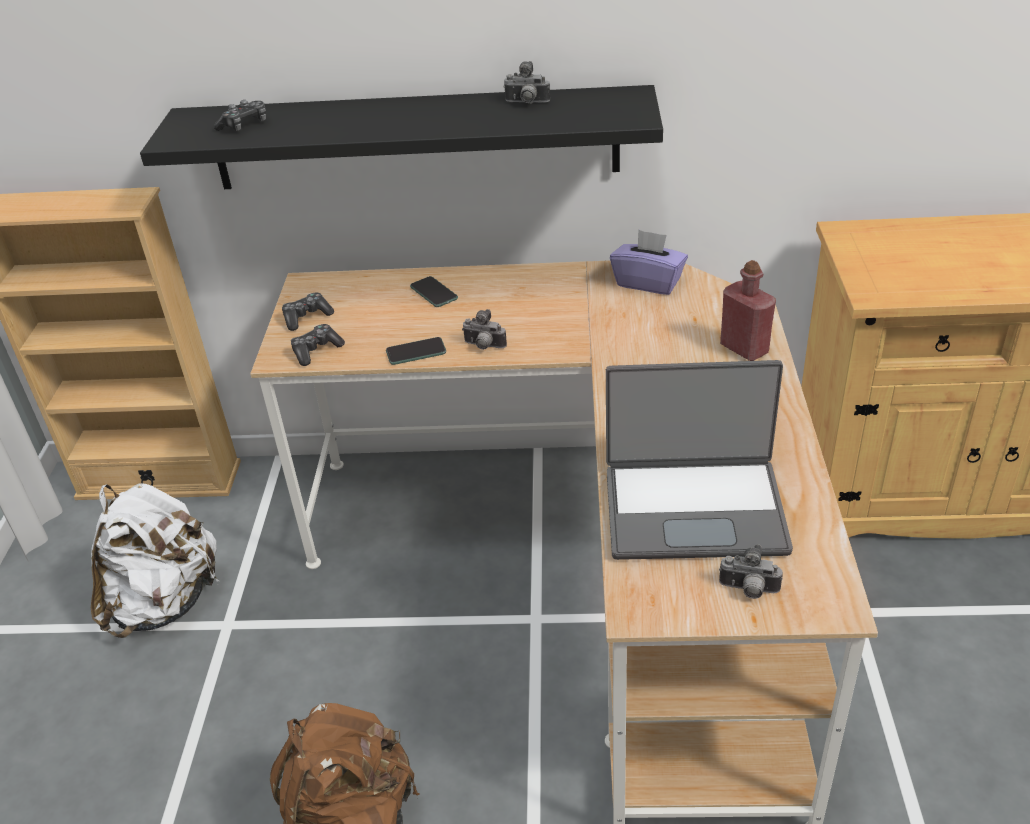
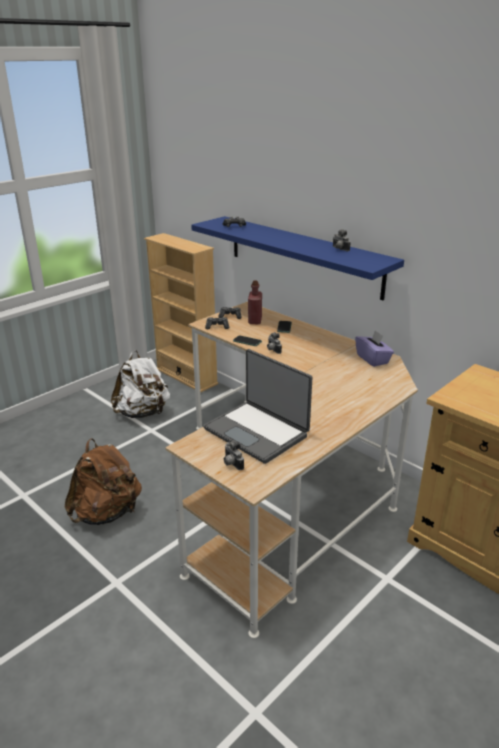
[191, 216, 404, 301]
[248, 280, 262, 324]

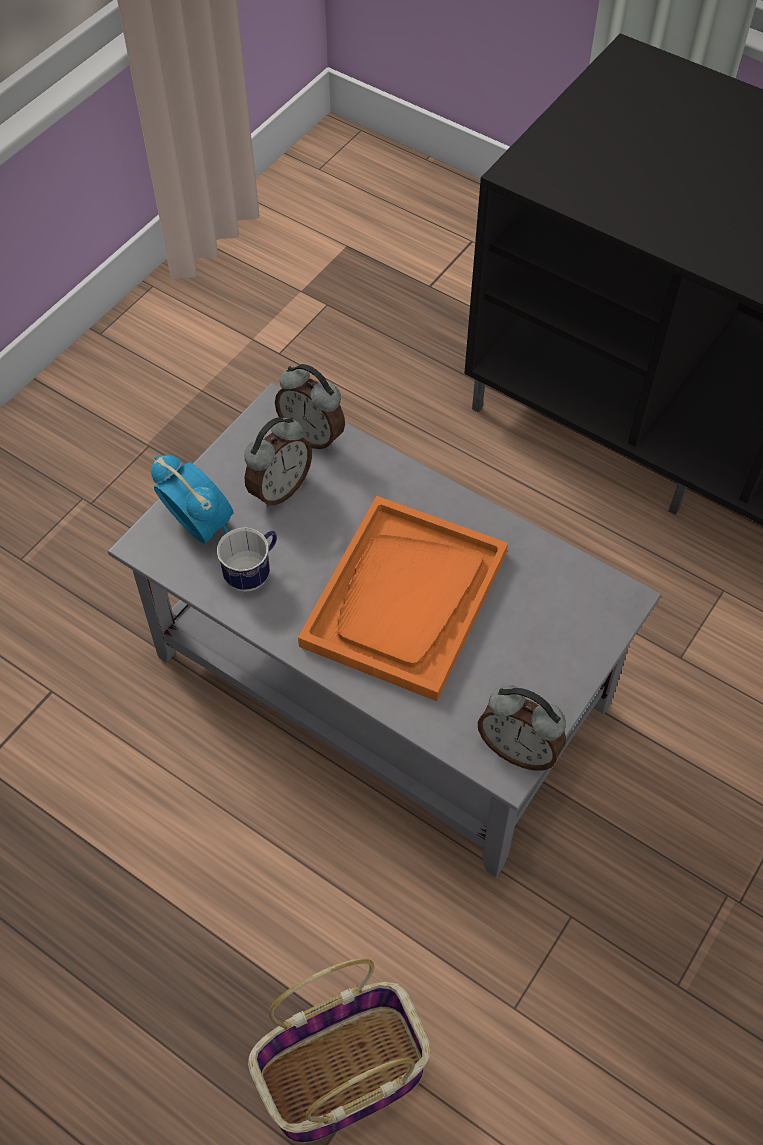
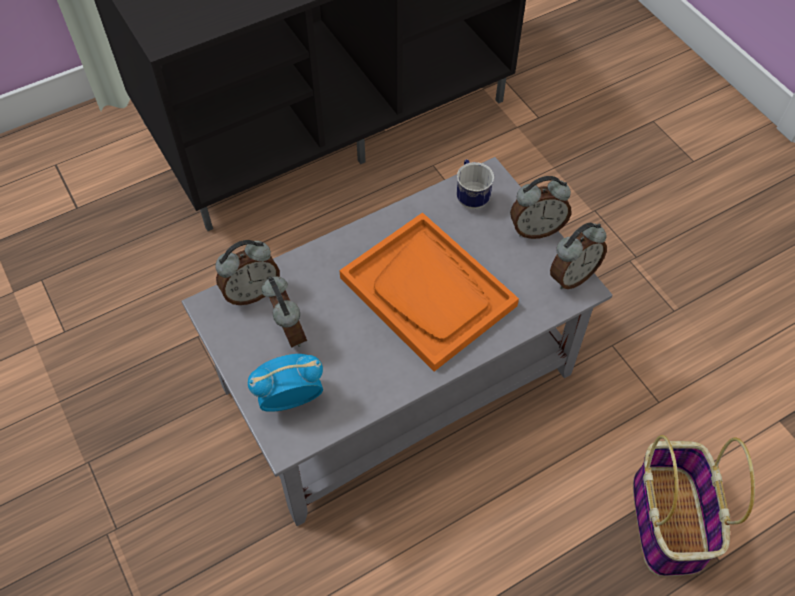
[457, 159, 494, 209]
[510, 176, 571, 239]

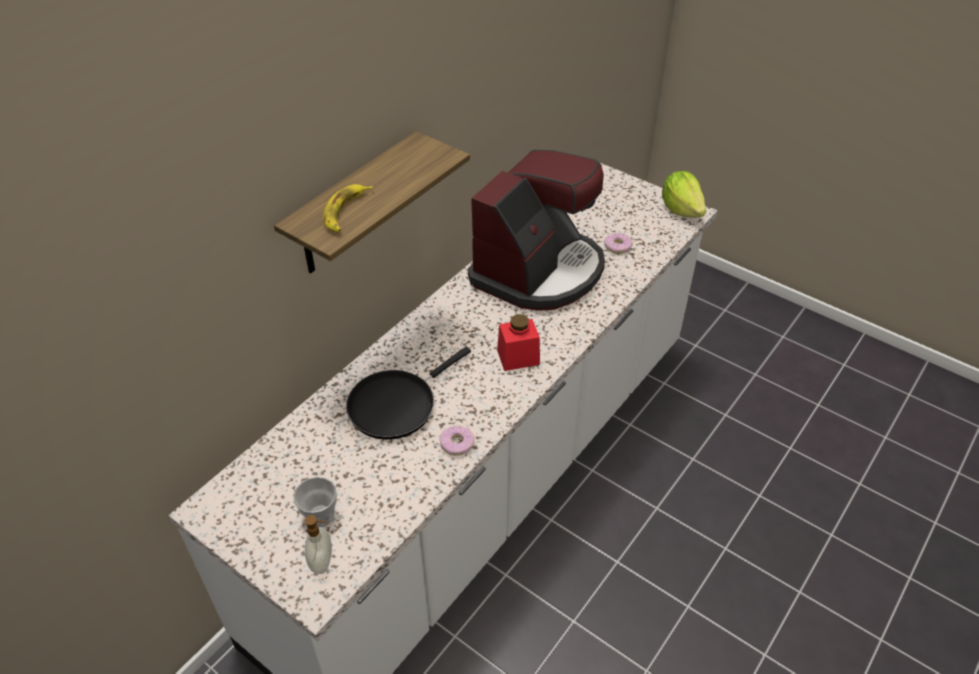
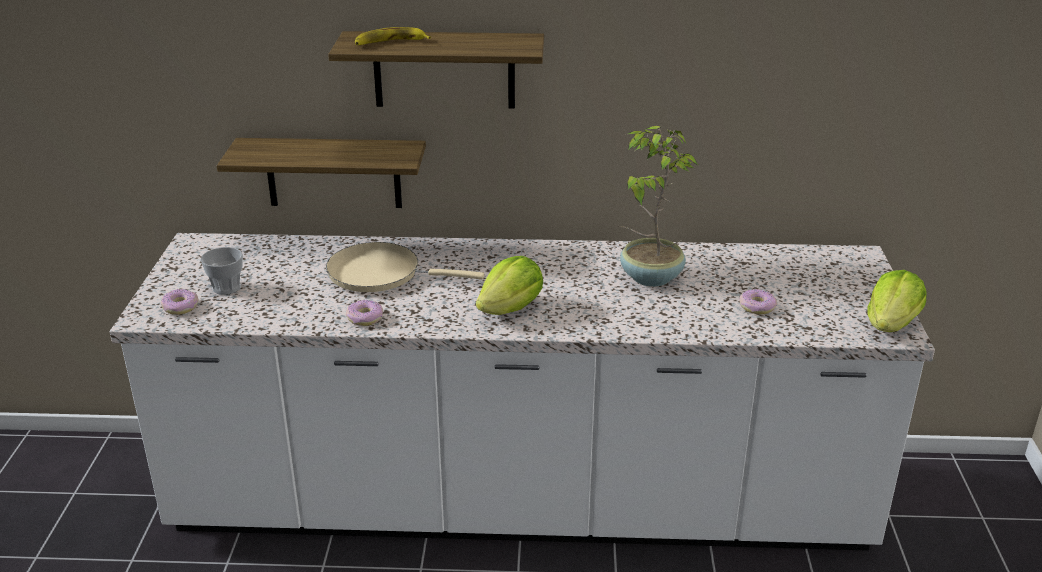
[161, 289, 198, 315]
[217, 138, 426, 208]
[326, 242, 484, 292]
[476, 256, 543, 315]
[619, 126, 698, 287]

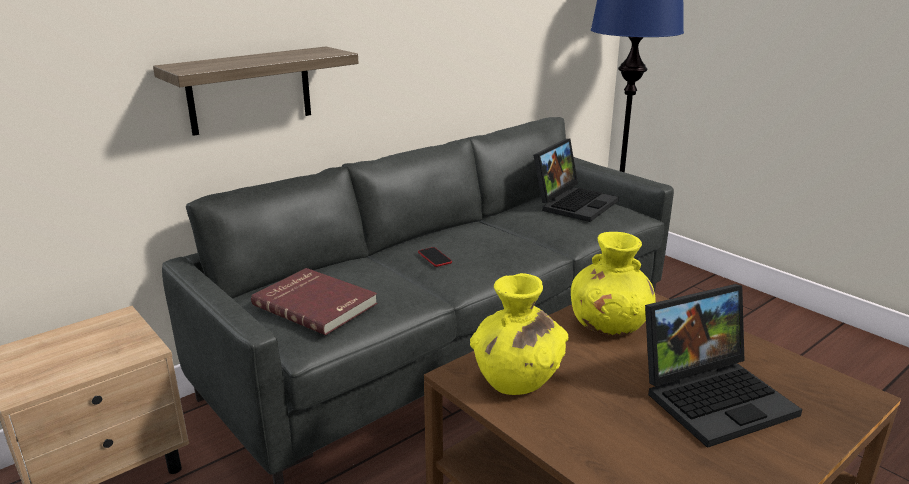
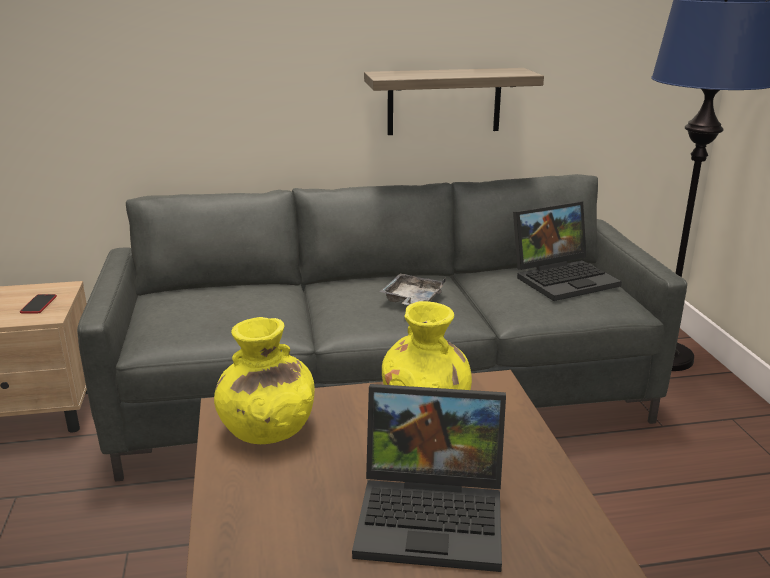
[20, 294, 57, 314]
[364, 68, 544, 135]
[379, 273, 446, 305]
[251, 268, 377, 335] (first image)

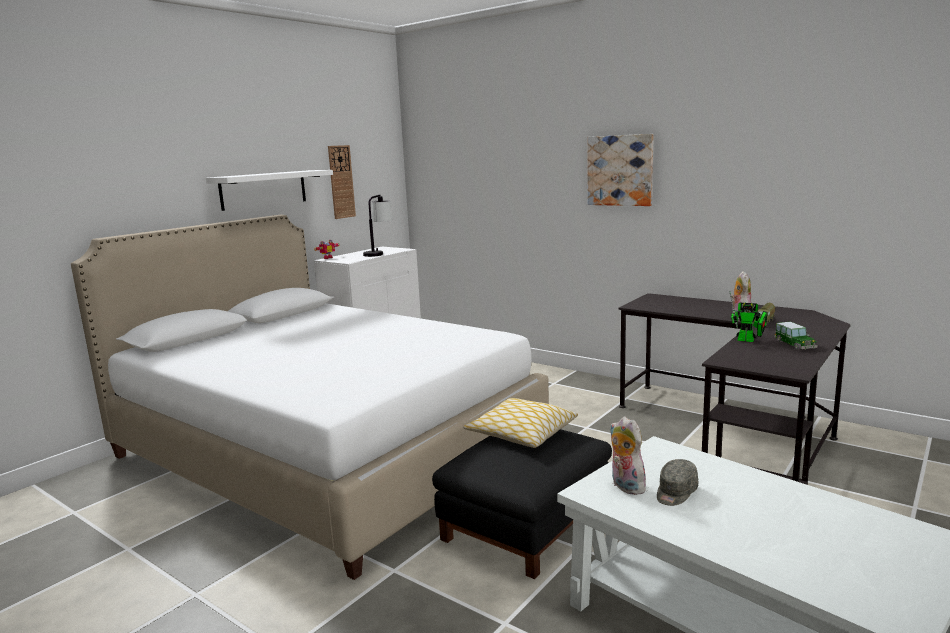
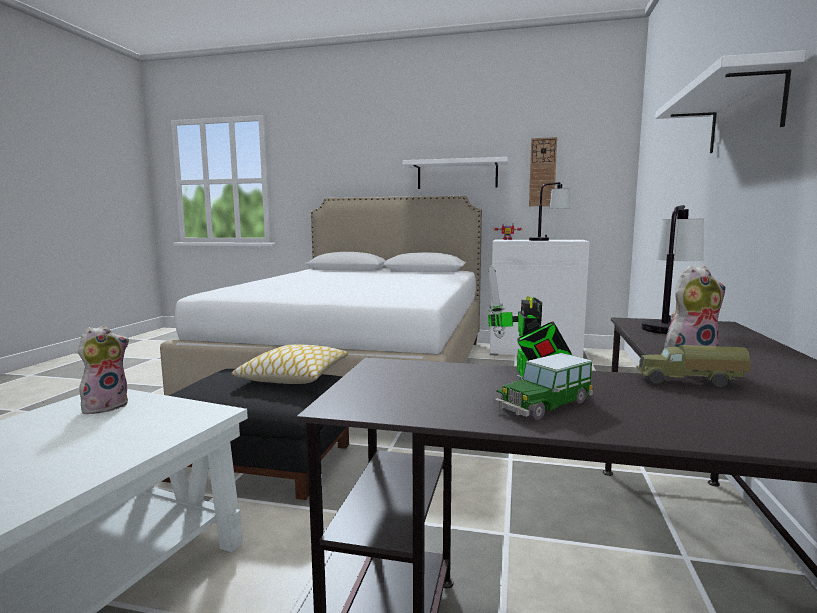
[641, 205, 704, 334]
[655, 50, 806, 153]
[657, 459, 698, 506] (first image)

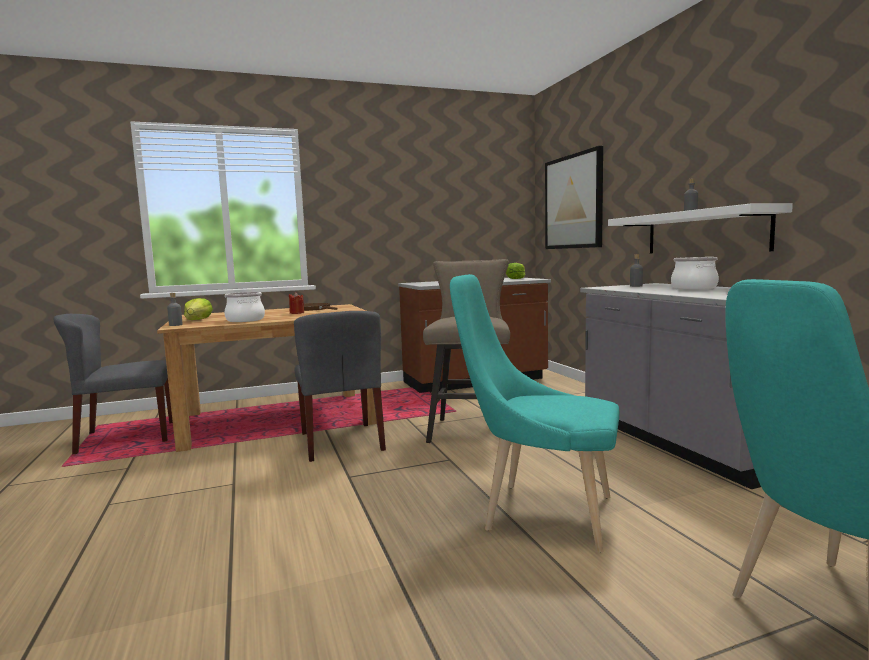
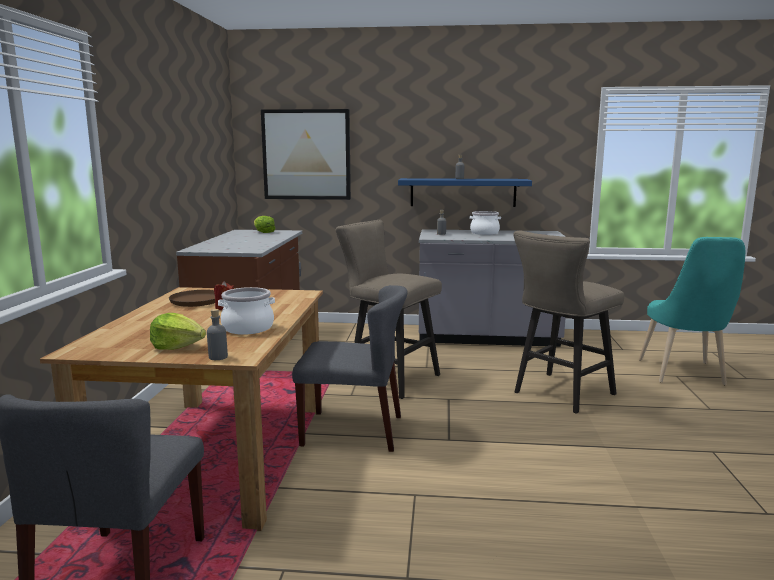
[398, 178, 532, 207]
[514, 230, 624, 414]

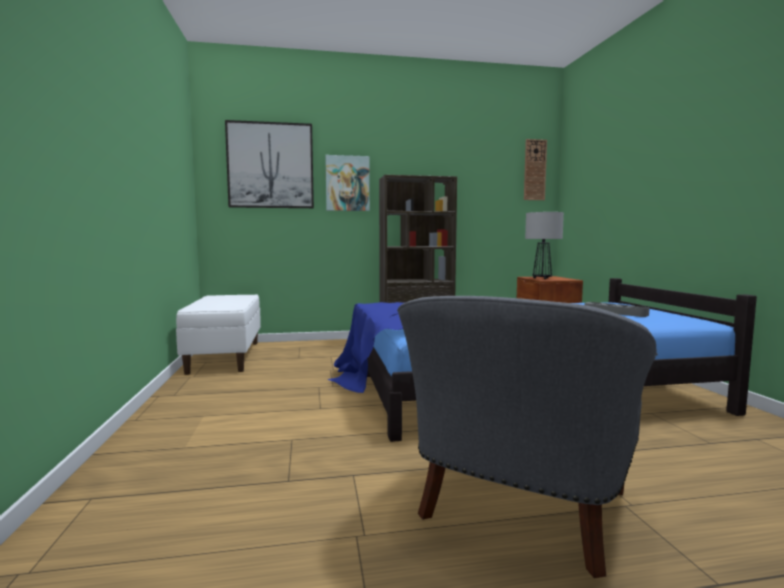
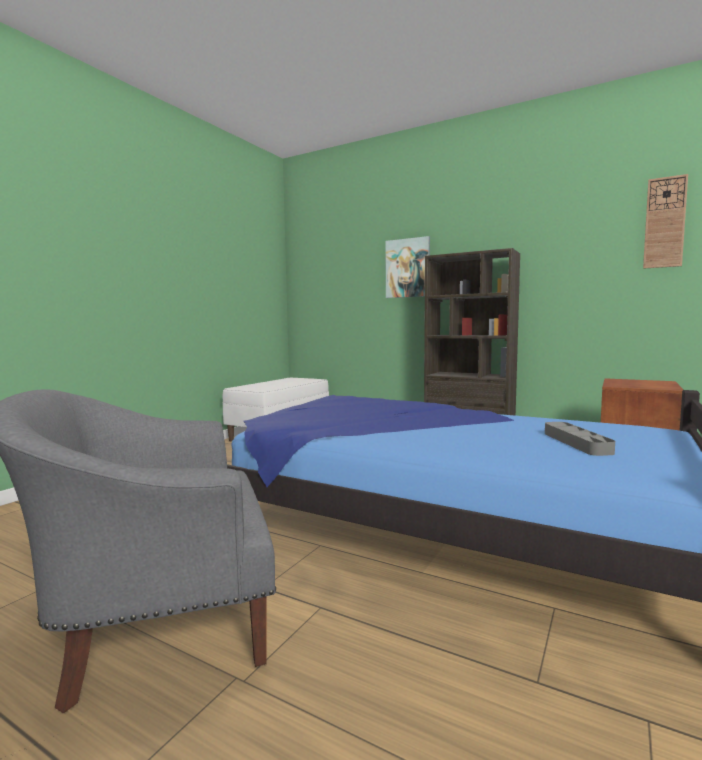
[225, 120, 314, 208] (first image)
[525, 212, 564, 279] (first image)

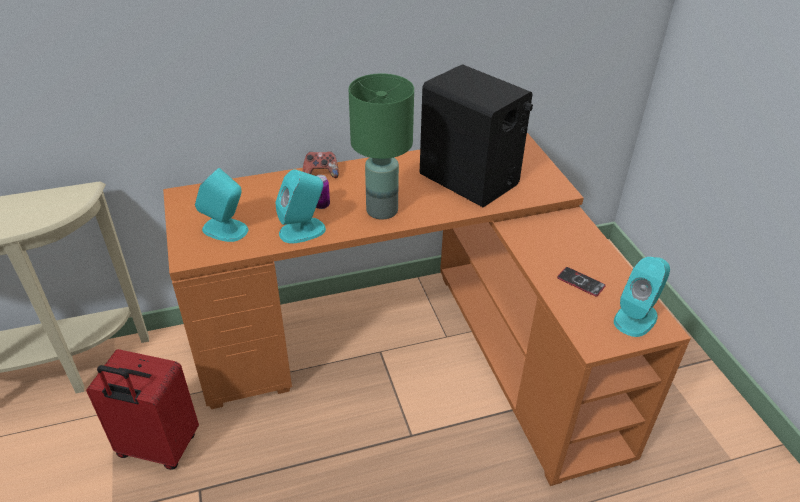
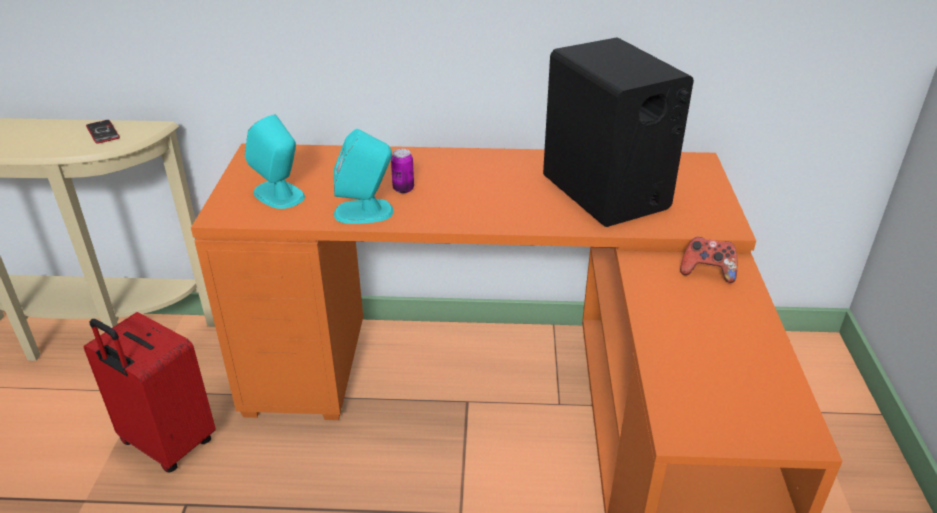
[86, 120, 120, 144]
[680, 237, 738, 283]
[349, 74, 414, 220] (first image)
[614, 257, 670, 337] (first image)

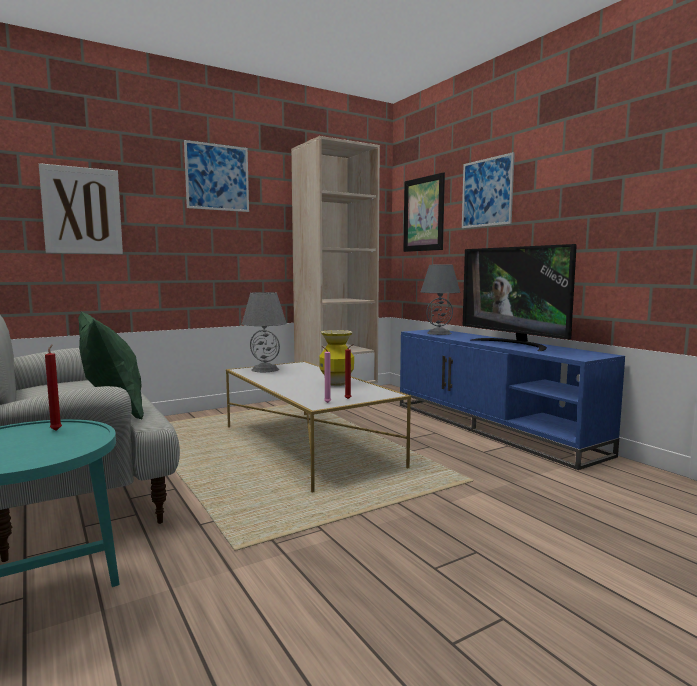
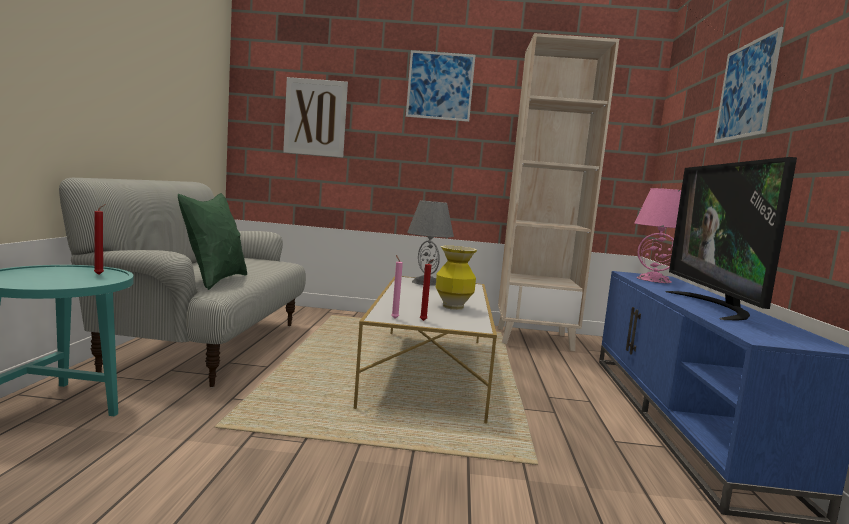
[634, 188, 681, 283]
[403, 172, 445, 252] (first image)

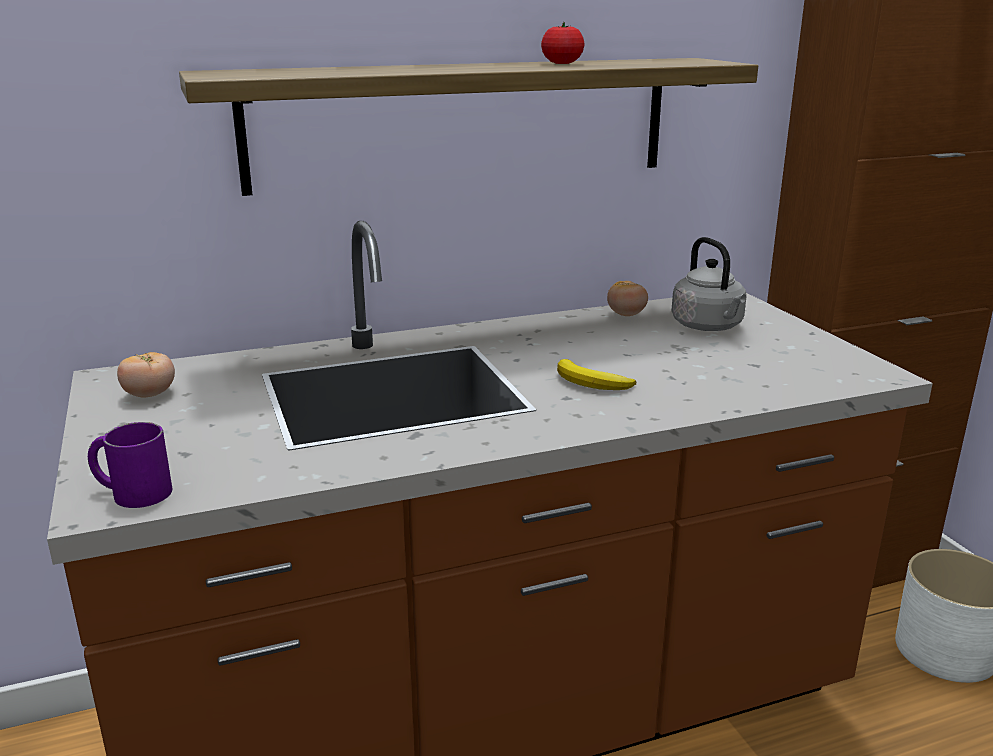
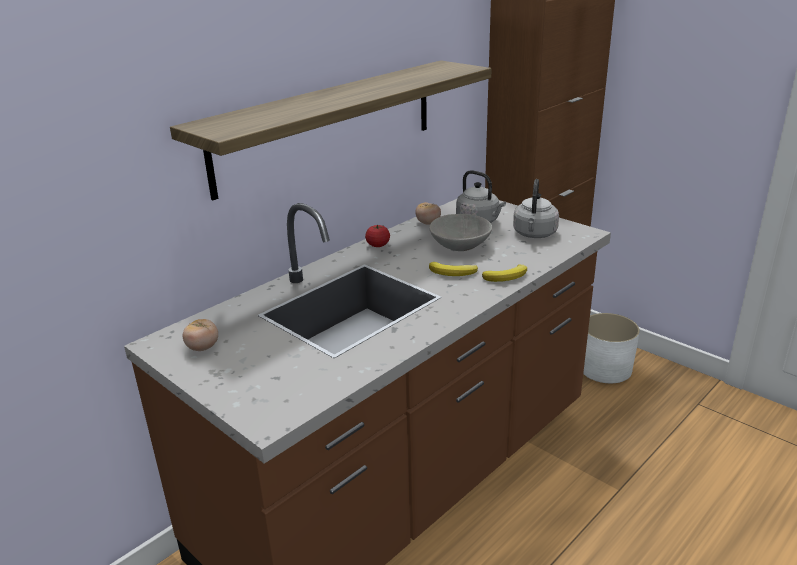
[365, 225, 390, 247]
[429, 214, 492, 251]
[482, 264, 527, 282]
[513, 179, 559, 238]
[88, 422, 172, 508] (first image)

